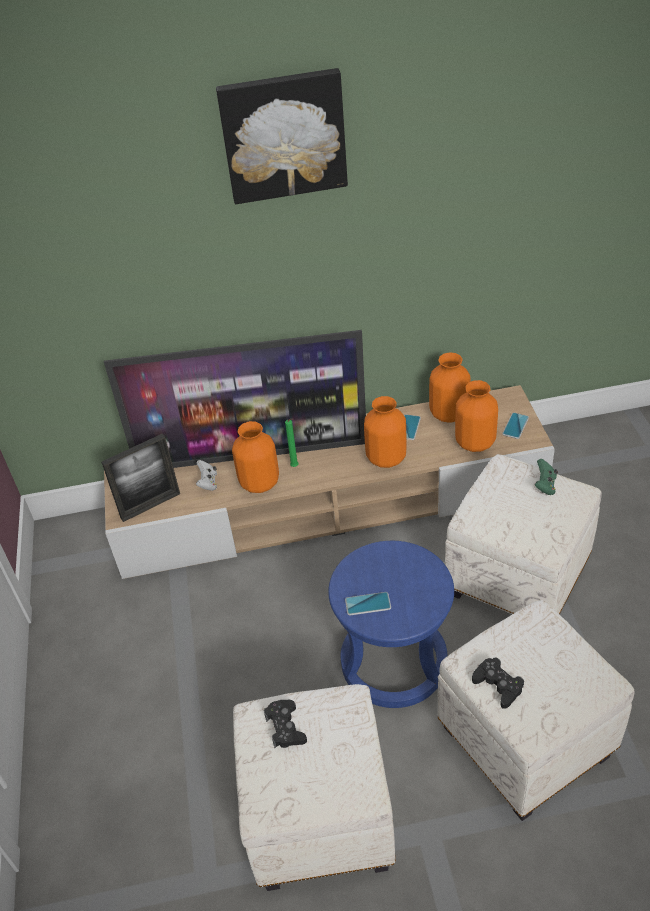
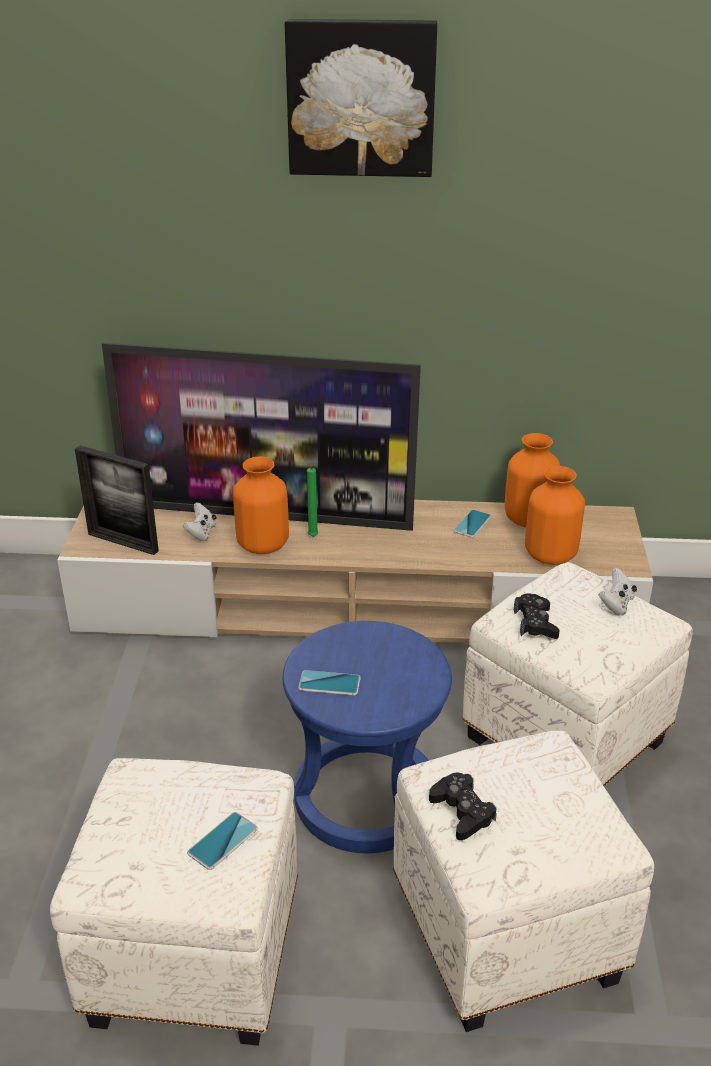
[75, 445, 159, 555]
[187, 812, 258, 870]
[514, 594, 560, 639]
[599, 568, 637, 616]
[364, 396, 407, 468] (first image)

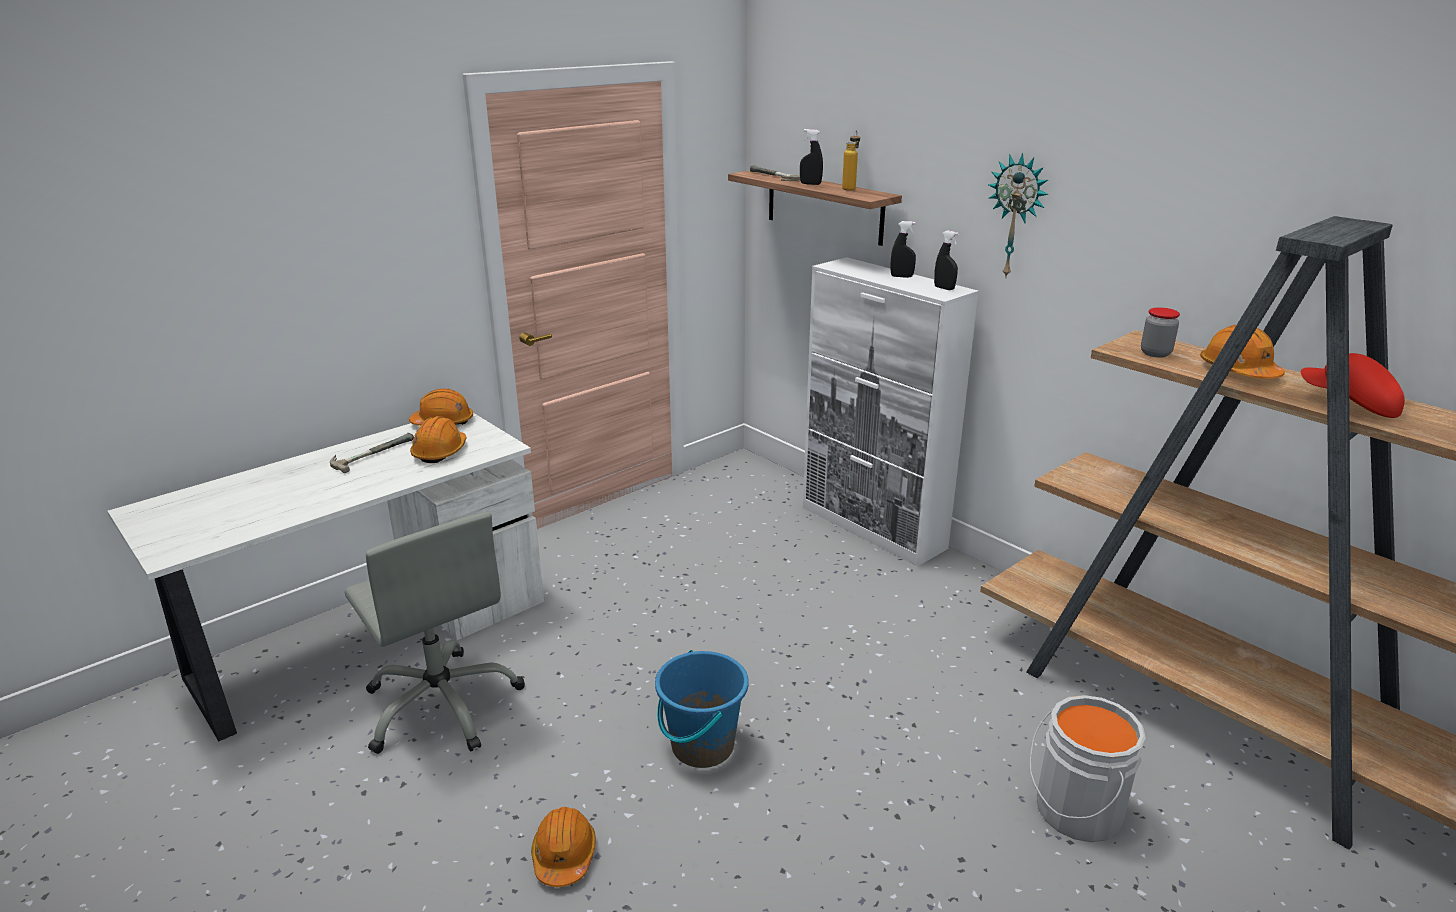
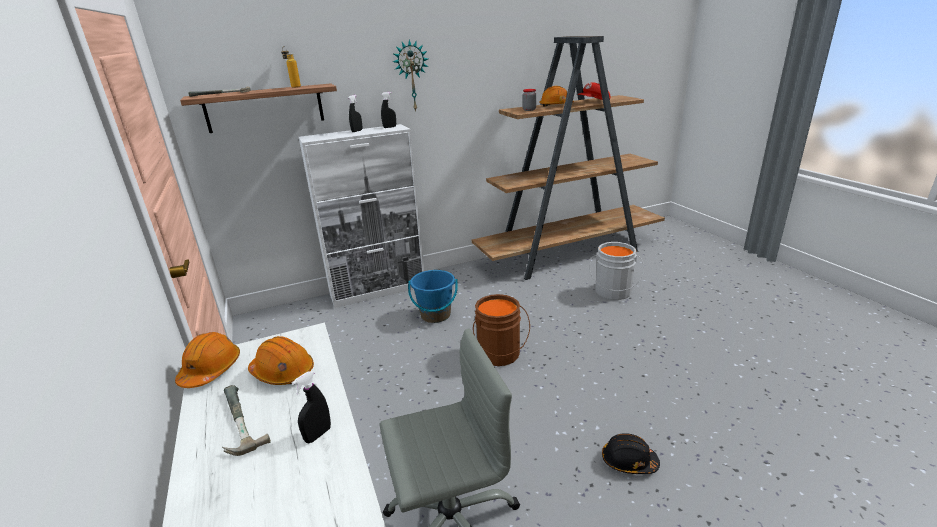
[292, 371, 331, 443]
[408, 270, 458, 323]
[473, 294, 530, 366]
[602, 433, 660, 474]

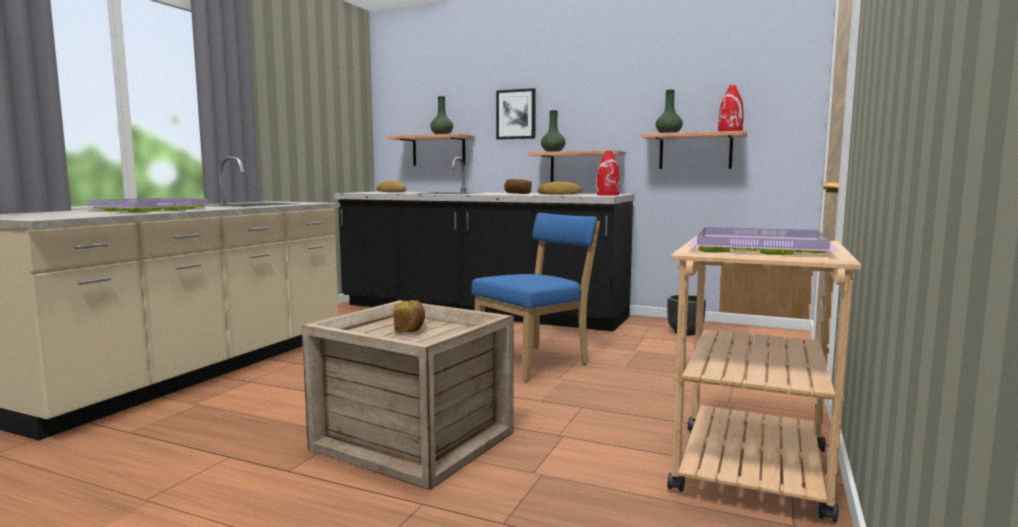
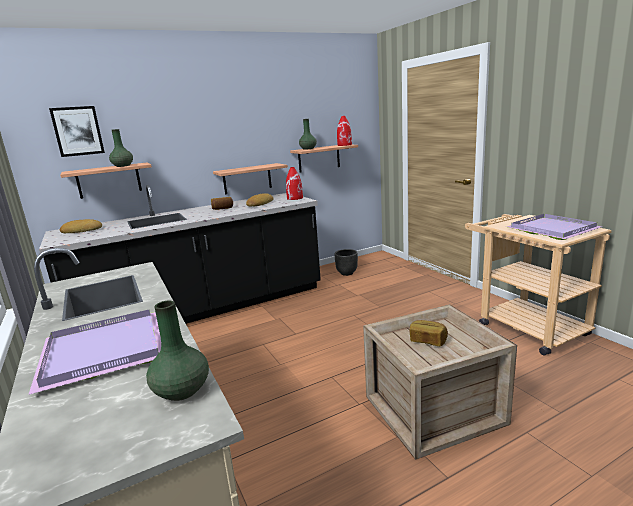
[49, 106, 105, 157]
[146, 301, 209, 401]
[471, 213, 600, 382] (first image)

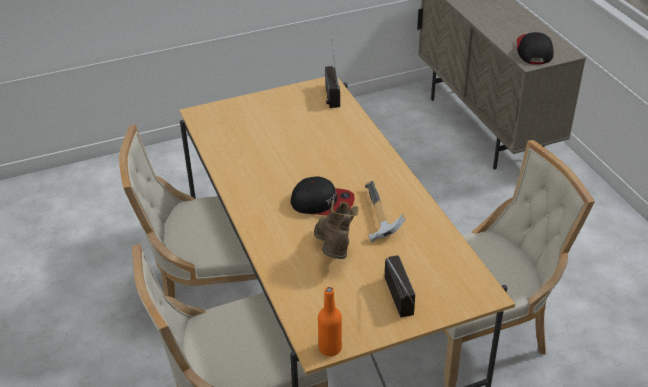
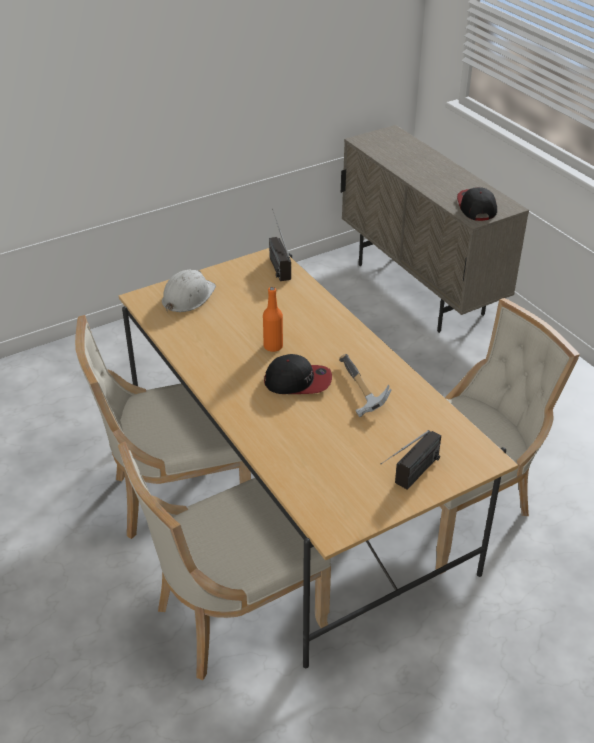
[162, 270, 216, 312]
[263, 287, 283, 352]
[380, 430, 441, 490]
[314, 200, 359, 259] (first image)

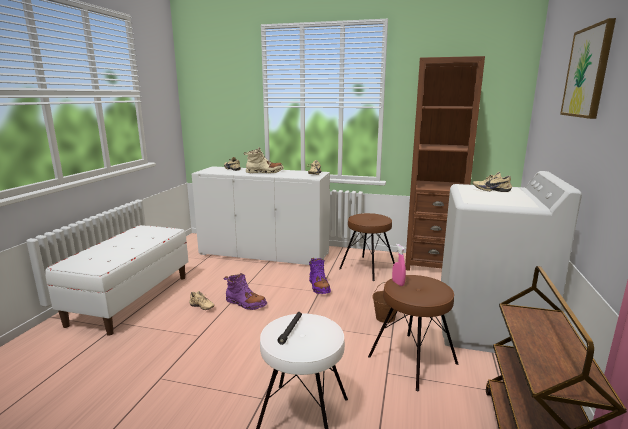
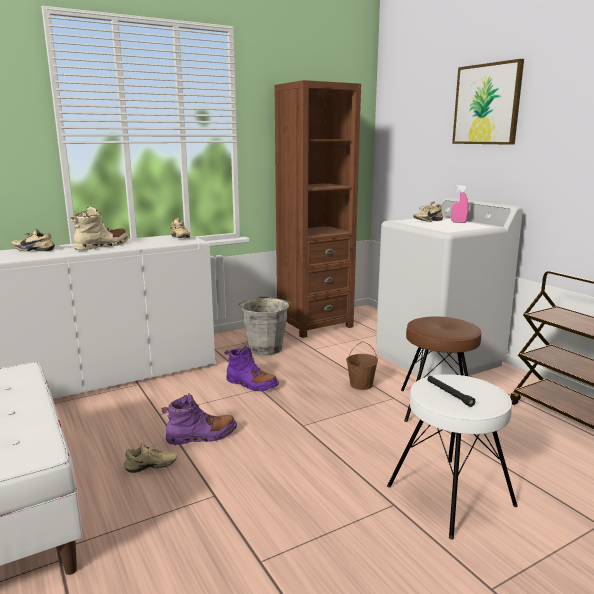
[239, 296, 291, 355]
[451, 185, 469, 223]

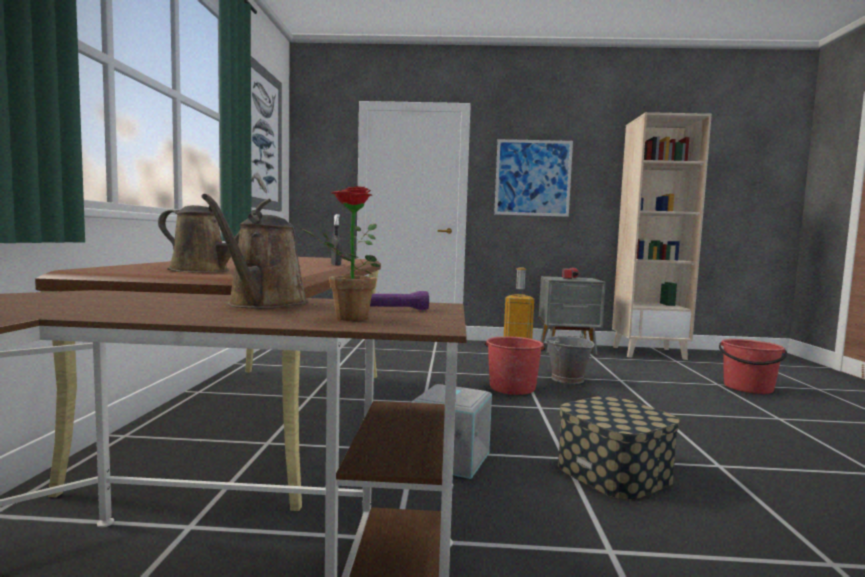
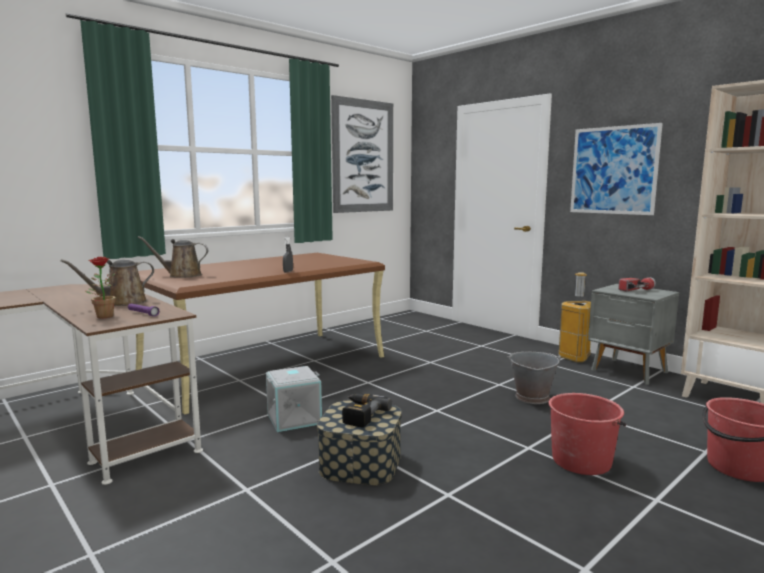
[137, 236, 209, 278]
[342, 393, 392, 428]
[549, 393, 626, 475]

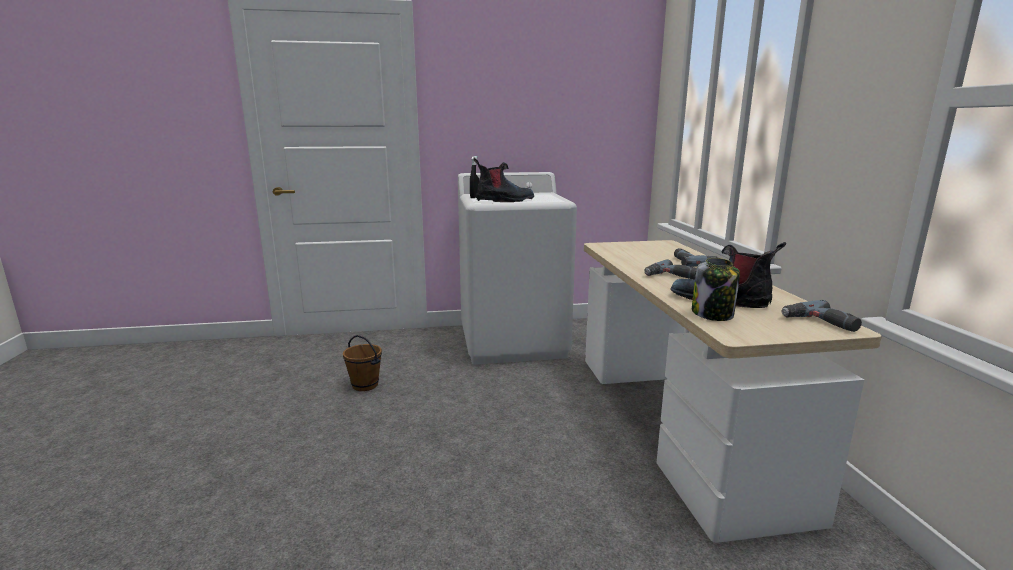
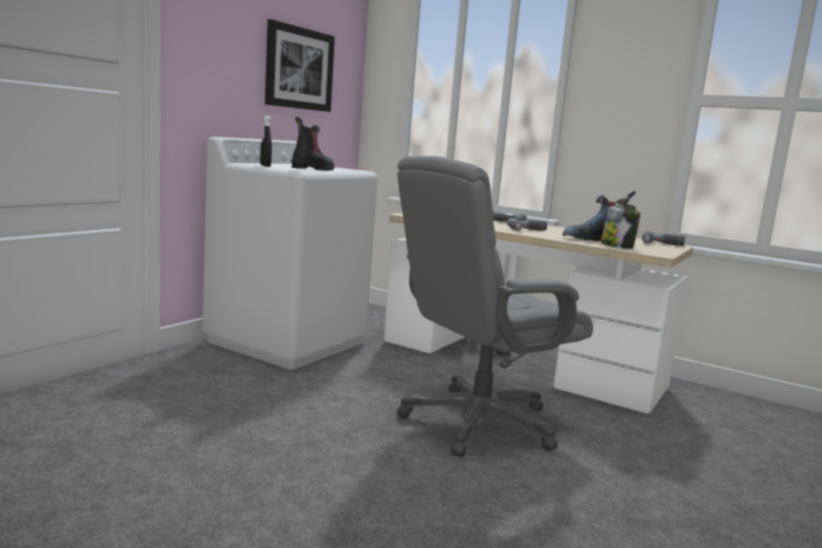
[265, 19, 335, 112]
[397, 156, 593, 457]
[343, 335, 382, 391] (first image)

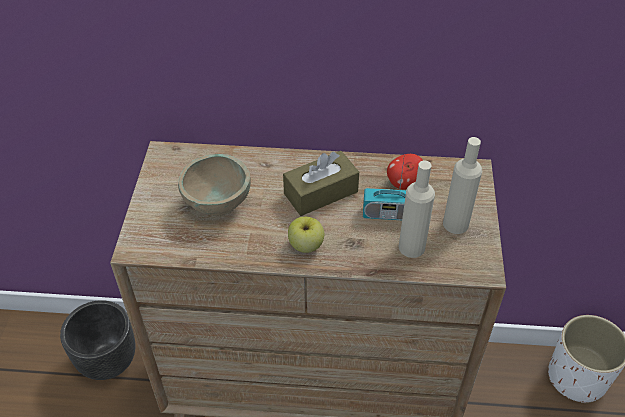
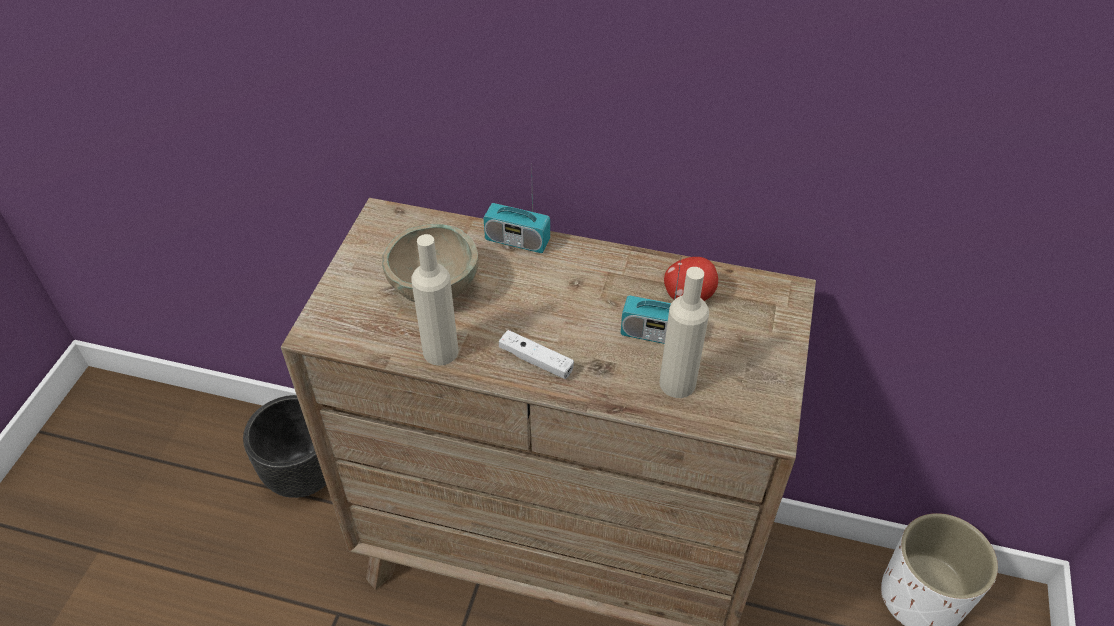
[411, 234, 458, 366]
[484, 164, 550, 253]
[499, 330, 574, 379]
[283, 151, 359, 216] (first image)

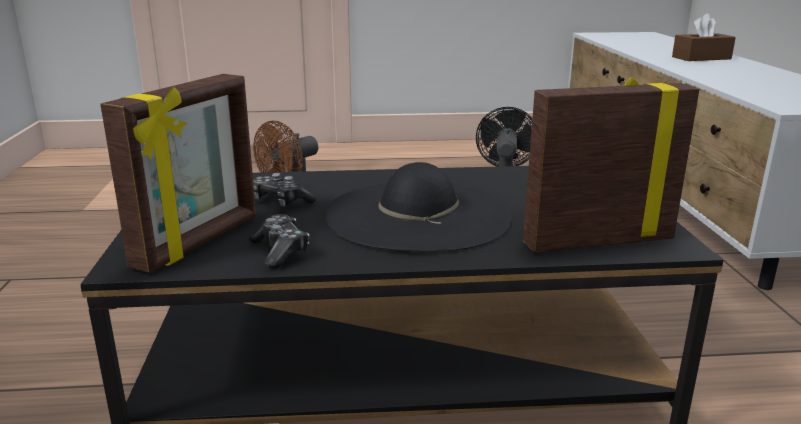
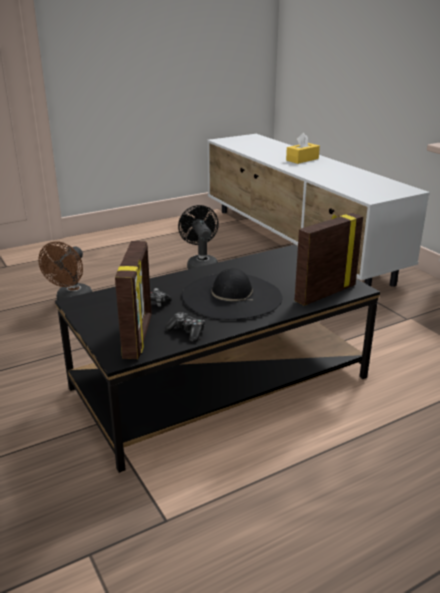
[286, 133, 320, 164]

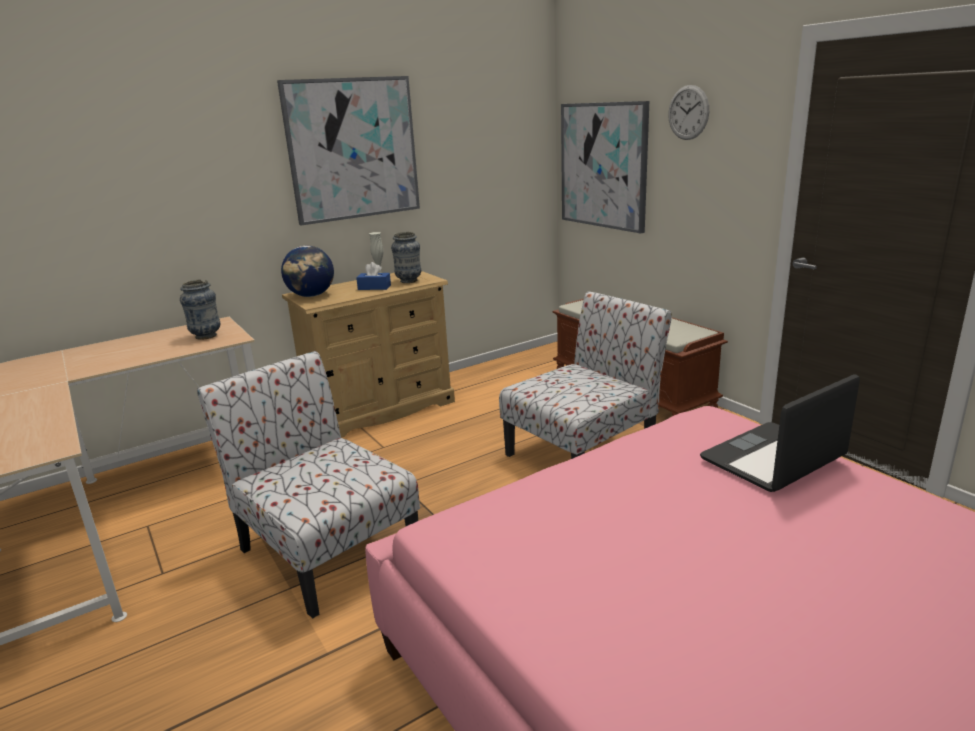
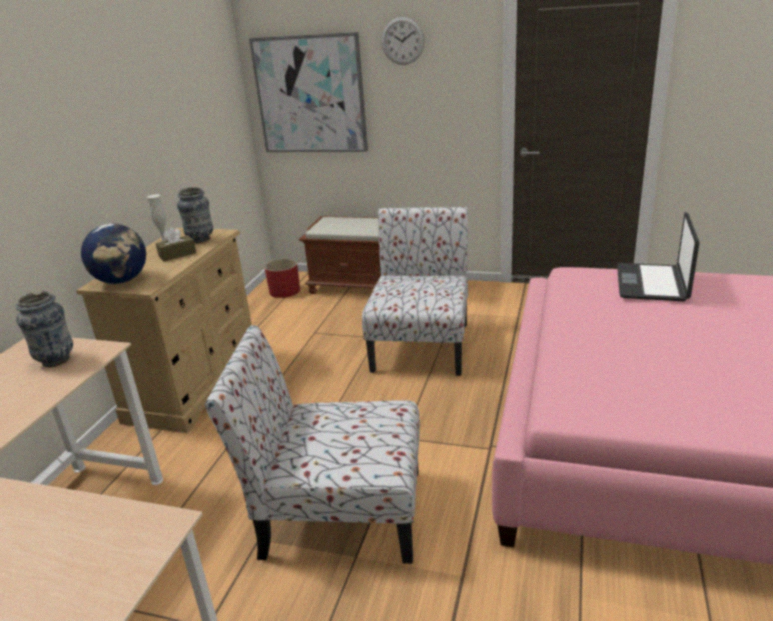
[156, 227, 196, 261]
[264, 259, 300, 298]
[277, 76, 420, 226] (first image)

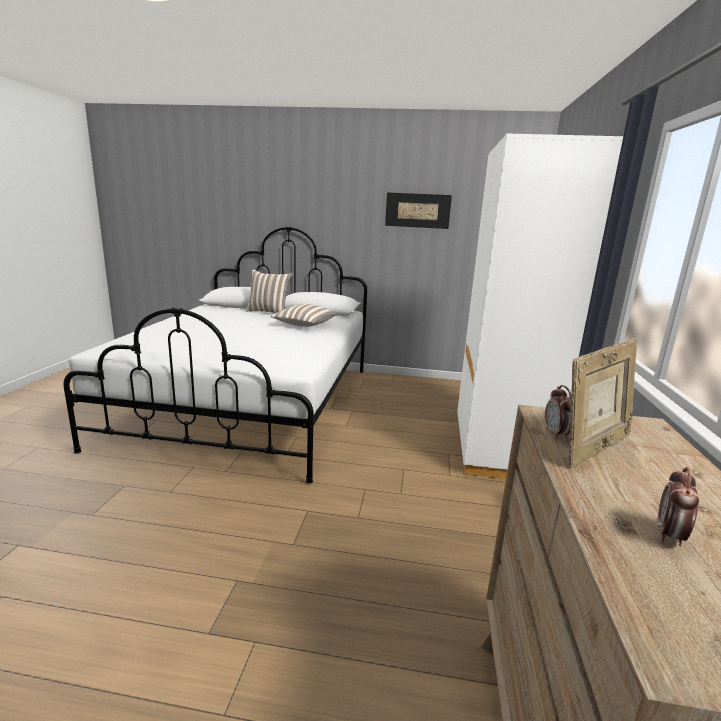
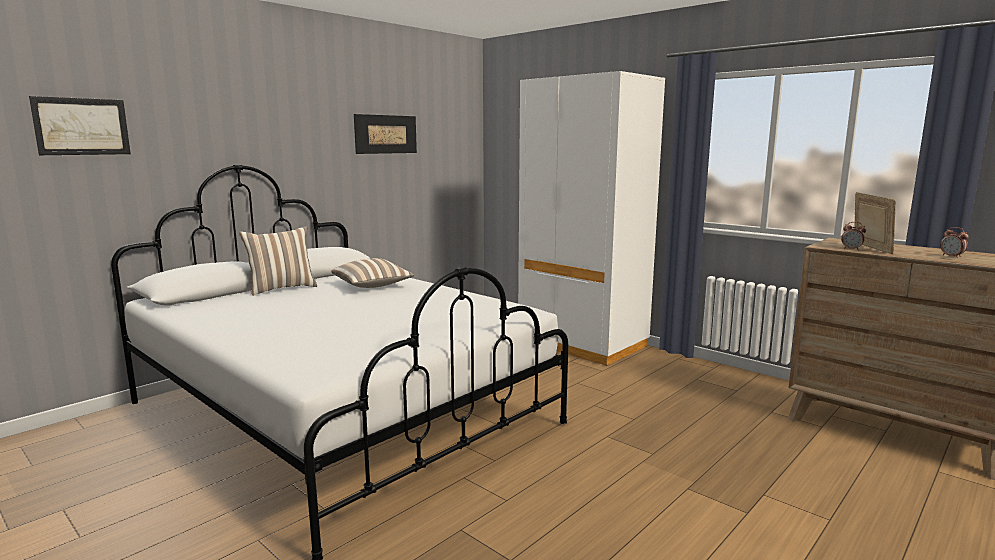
[29, 96, 131, 155]

